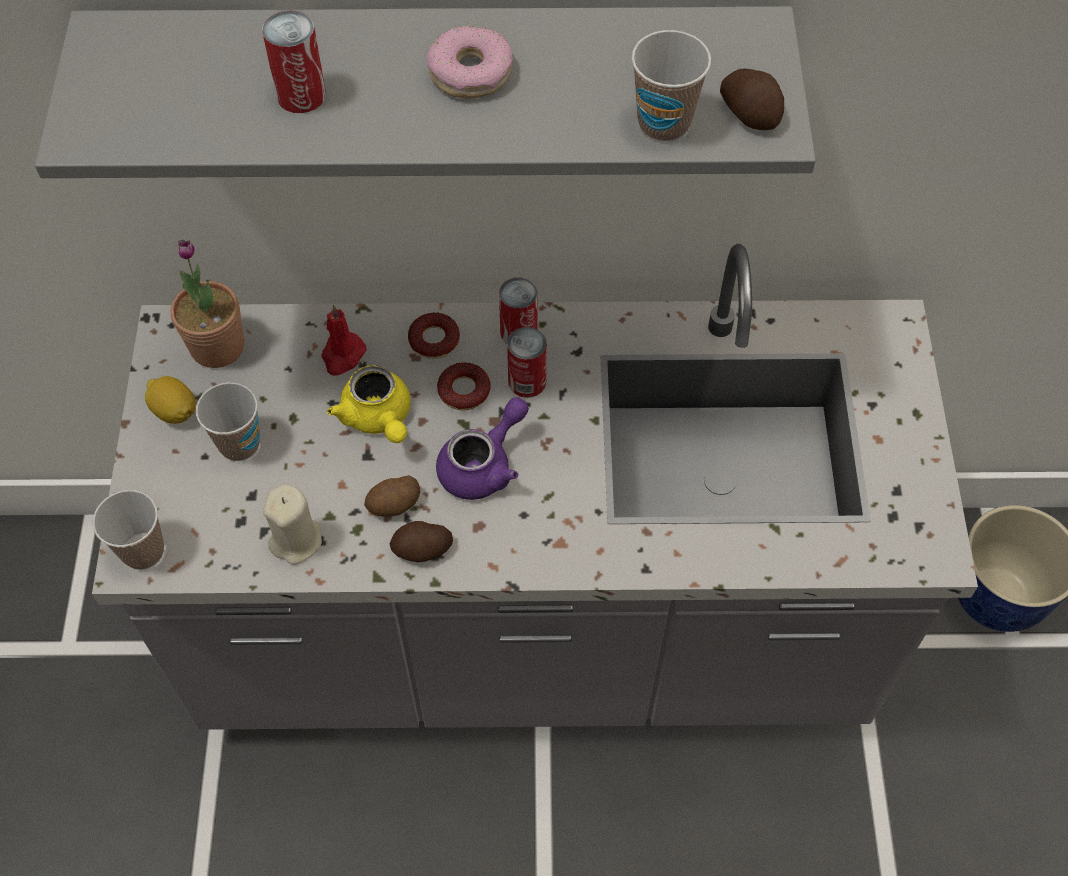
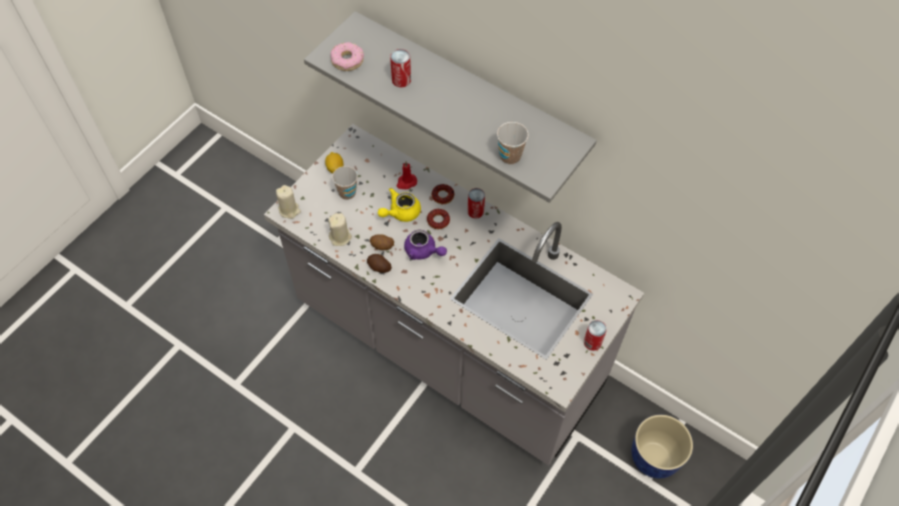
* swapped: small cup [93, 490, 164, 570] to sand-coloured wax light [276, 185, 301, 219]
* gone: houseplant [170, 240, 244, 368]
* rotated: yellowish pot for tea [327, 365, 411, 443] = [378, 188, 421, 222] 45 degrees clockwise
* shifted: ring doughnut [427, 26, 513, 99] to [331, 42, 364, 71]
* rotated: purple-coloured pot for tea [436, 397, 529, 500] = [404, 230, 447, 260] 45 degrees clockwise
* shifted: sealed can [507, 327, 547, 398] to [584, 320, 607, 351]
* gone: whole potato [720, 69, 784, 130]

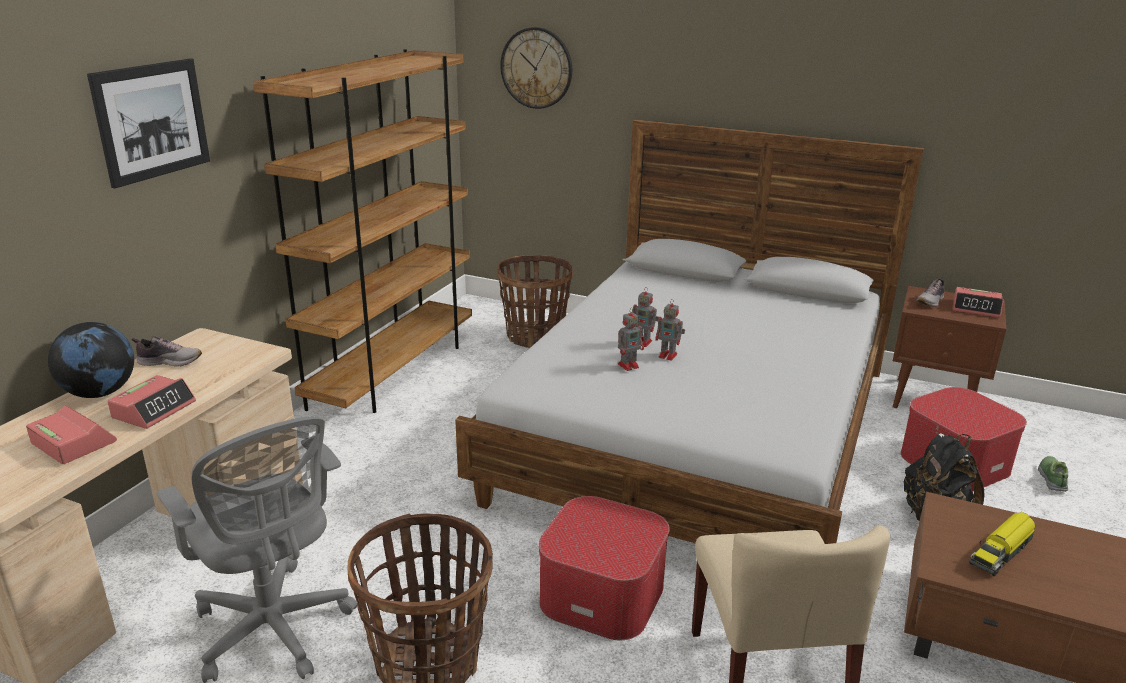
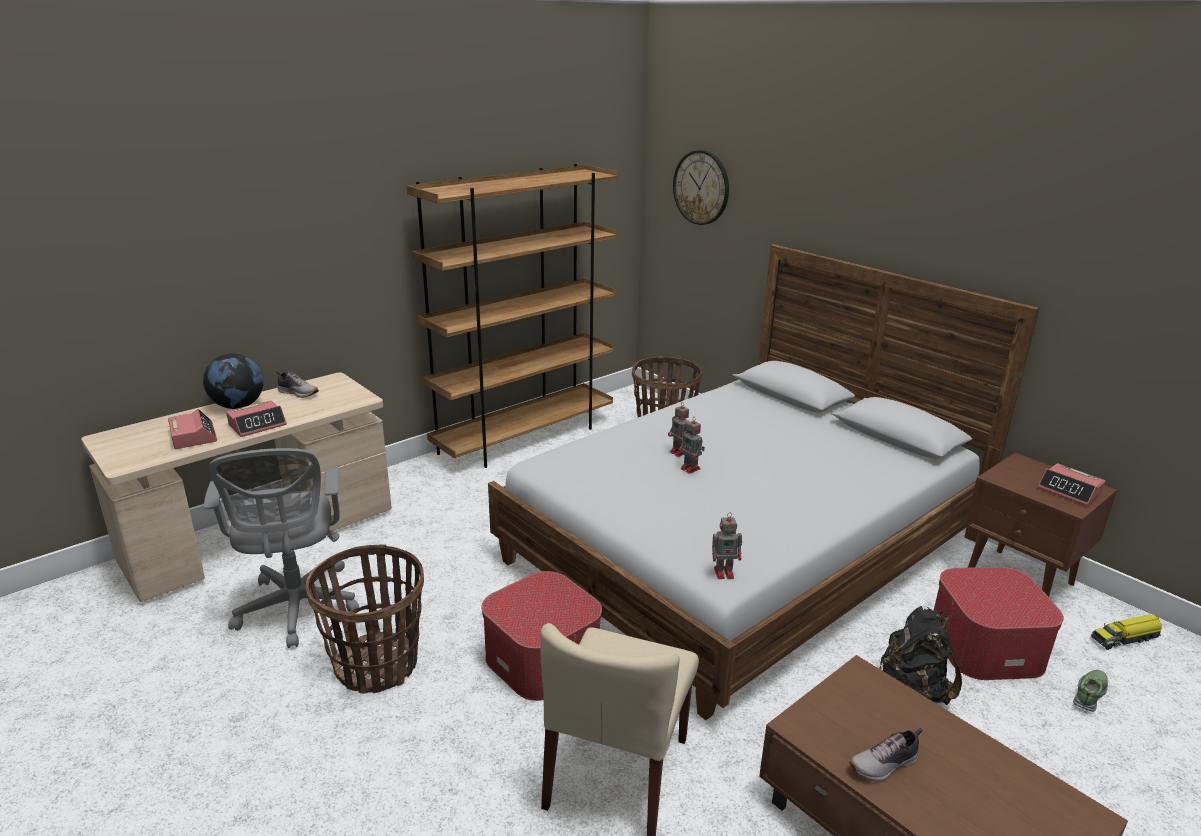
* gone: wall art [87, 59, 210, 188]
* shifted: toy robot [618, 308, 644, 371] to [712, 512, 742, 579]
* shifted: shoe [916, 277, 944, 307] to [849, 728, 923, 782]
* shifted: toy lorry [969, 512, 1035, 576] to [1091, 614, 1162, 650]

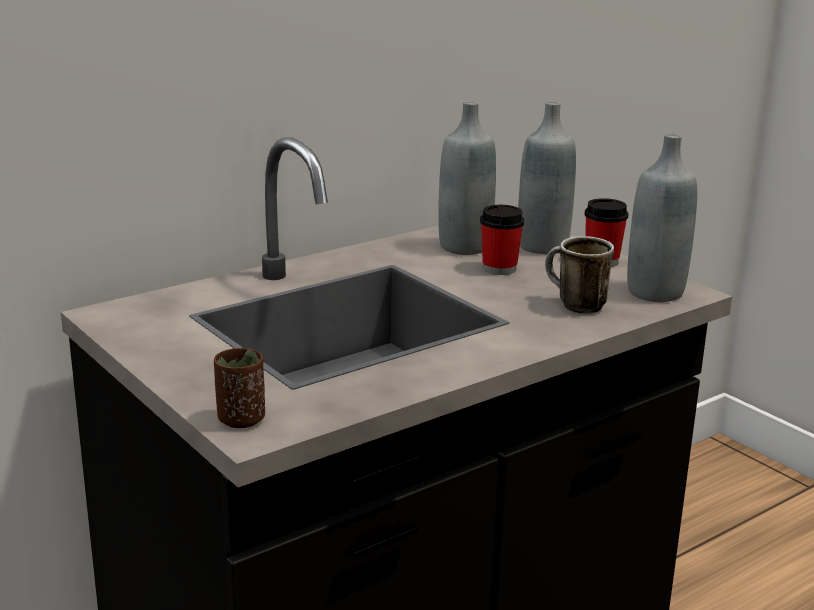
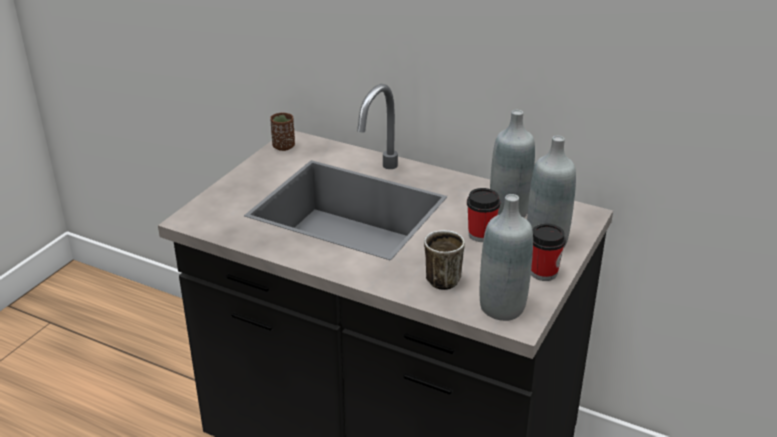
* shifted: brown-coloured small cup [214, 348, 265, 428] to [270, 113, 295, 151]

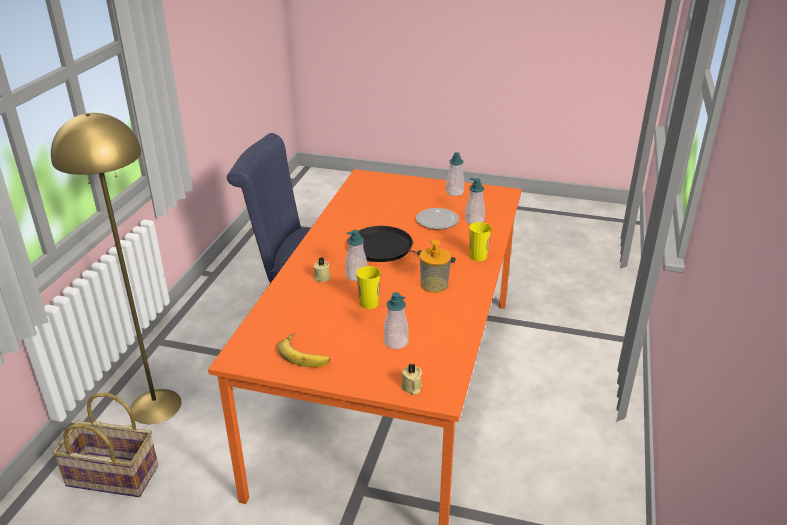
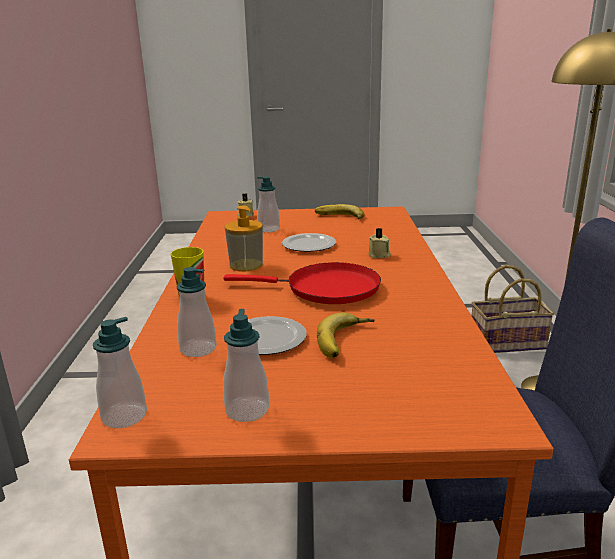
* shifted: soap dispenser [345, 230, 367, 281] to [93, 317, 147, 428]
* swapped: small cup [356, 266, 381, 309] to plate [282, 233, 336, 252]
* repainted: blackish skillet [359, 226, 456, 263] to red skillet [223, 262, 381, 304]
* new: banana [317, 312, 375, 358]

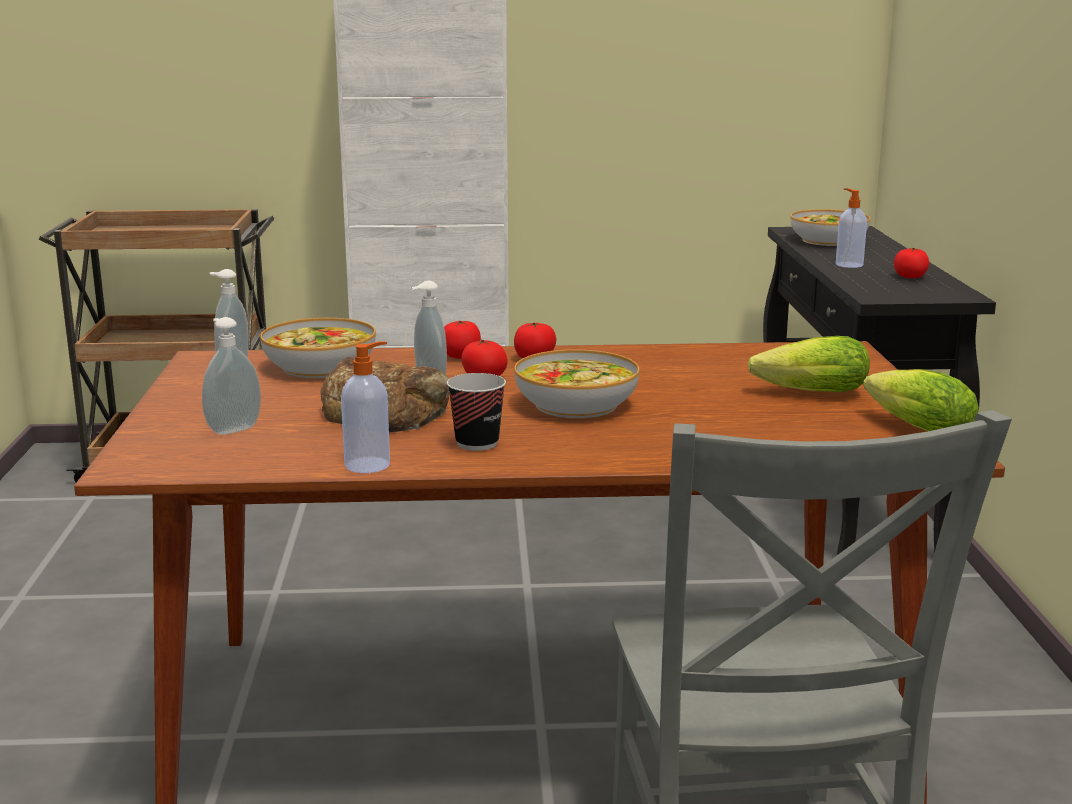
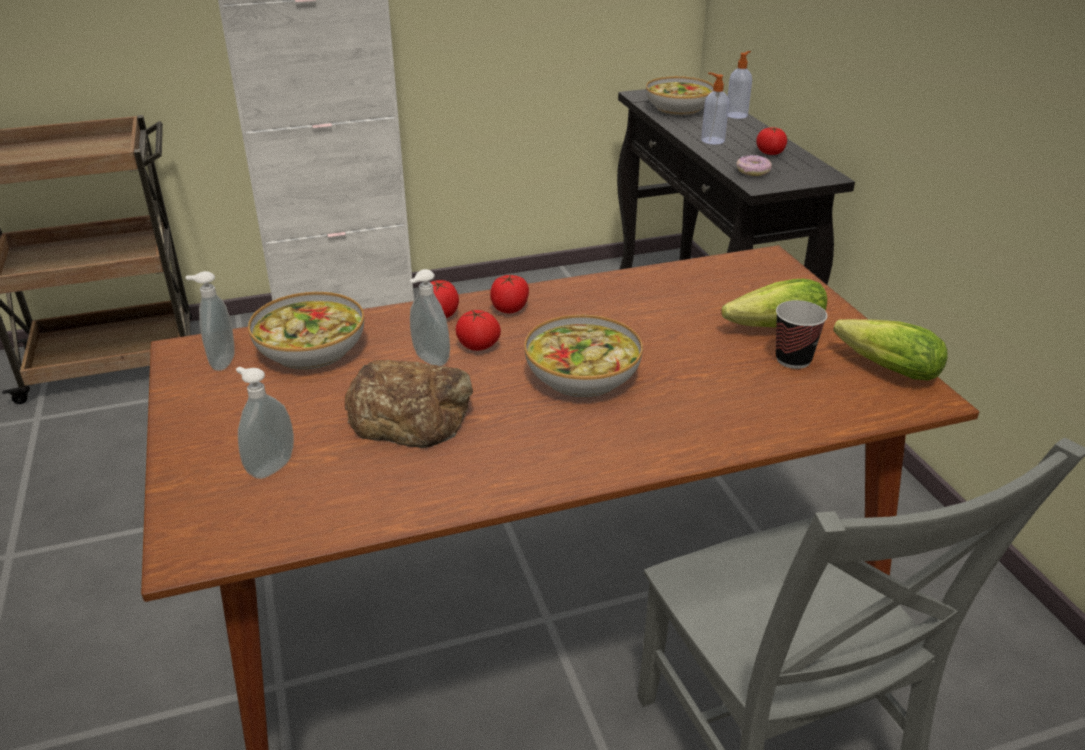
* shifted: soap dispenser [341, 342, 390, 473] to [728, 51, 752, 119]
* shifted: small cup [447, 373, 506, 451] to [775, 300, 827, 369]
* new: ring doughnut [736, 155, 772, 176]

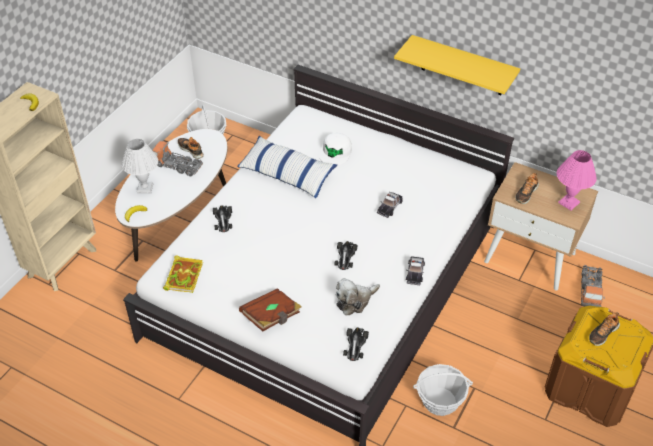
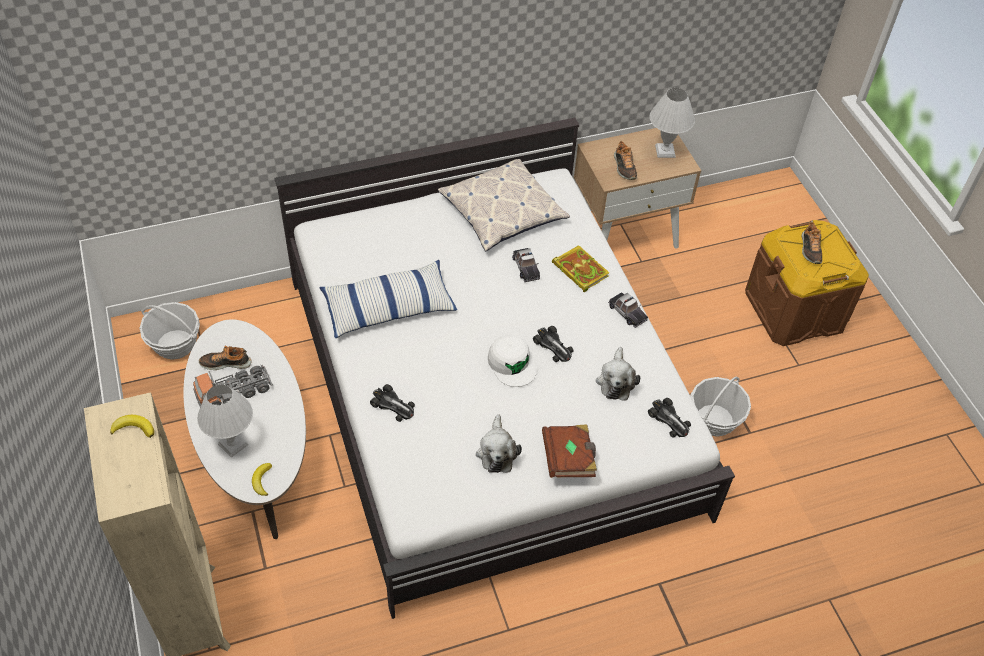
* shifted: volume [163, 256, 203, 293] to [552, 245, 609, 292]
* shifted: white-coloured baseball cap [319, 133, 352, 166] to [488, 335, 537, 387]
* gone: yellowish wall shelf [394, 35, 520, 95]
* repainted: pinkish table lamp [557, 150, 597, 210] to white-coloured table lamp [649, 88, 695, 158]
* gone: toy lorry [581, 265, 605, 307]
* new: cushion [438, 159, 570, 251]
* new: plush toy [476, 414, 522, 473]

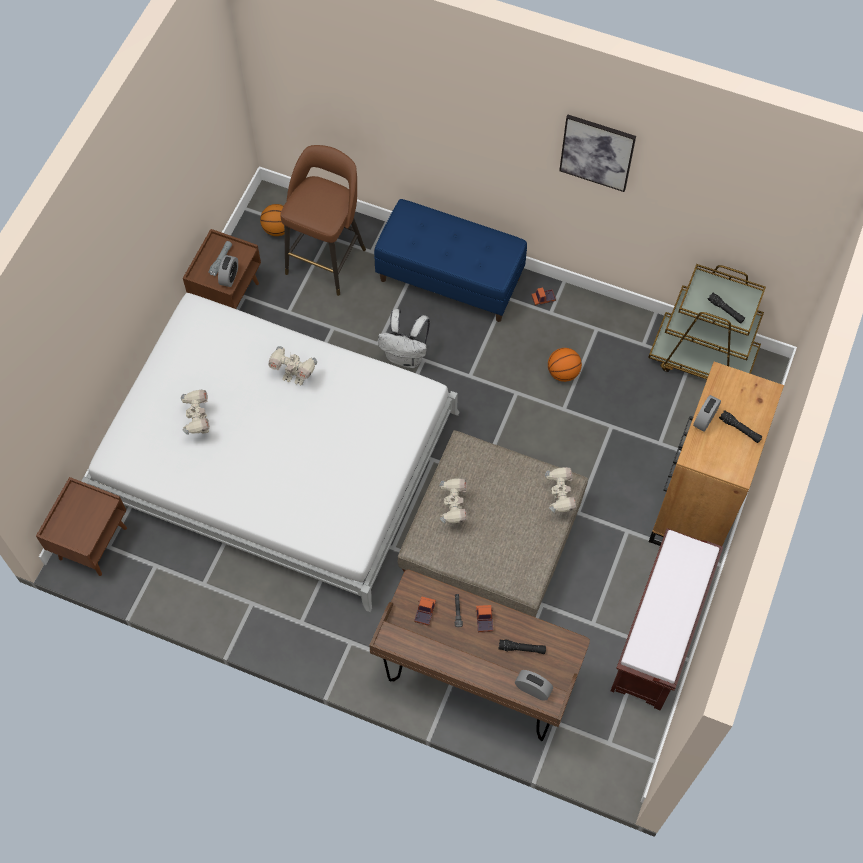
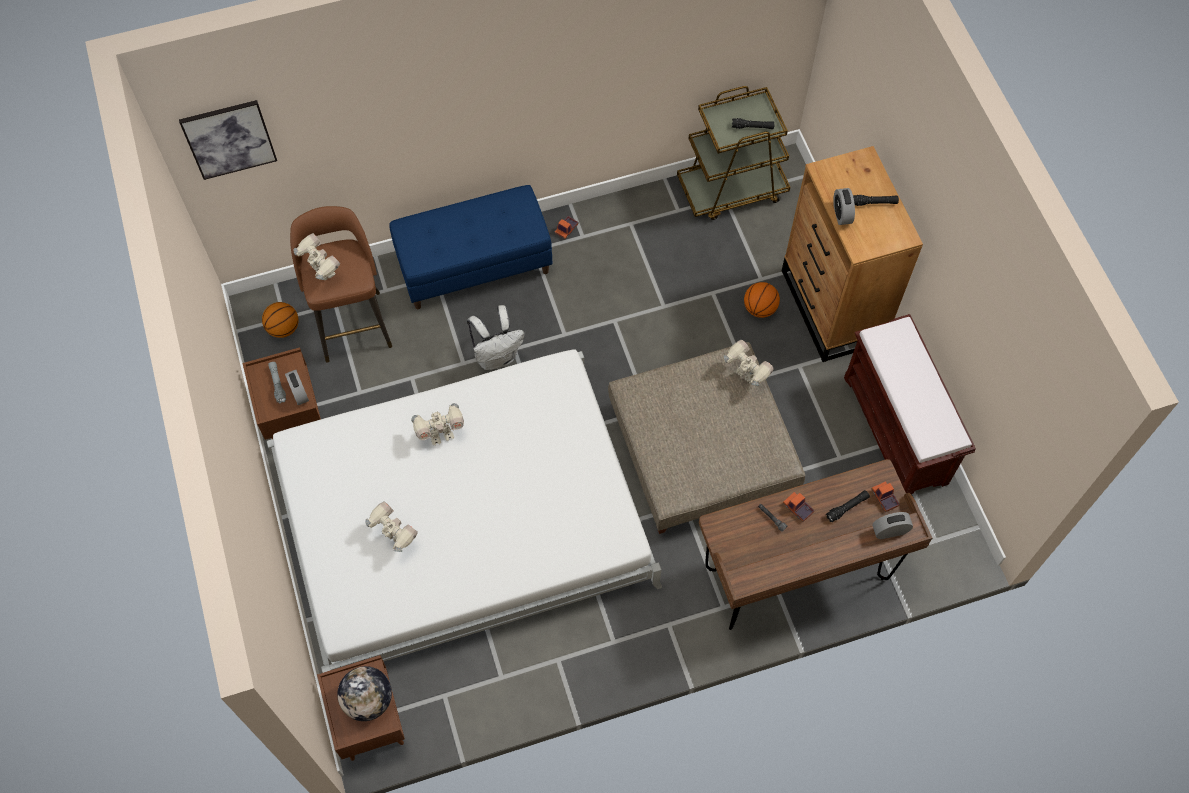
* shifted: toy lorry [414, 596, 436, 626] to [872, 481, 900, 512]
* shifted: toy robot [440, 478, 467, 524] to [293, 233, 340, 280]
* shifted: basketball [548, 348, 582, 382] to [744, 282, 780, 318]
* shifted: wall art [559, 115, 636, 192] to [179, 100, 277, 180]
* new: world globe [337, 666, 392, 721]

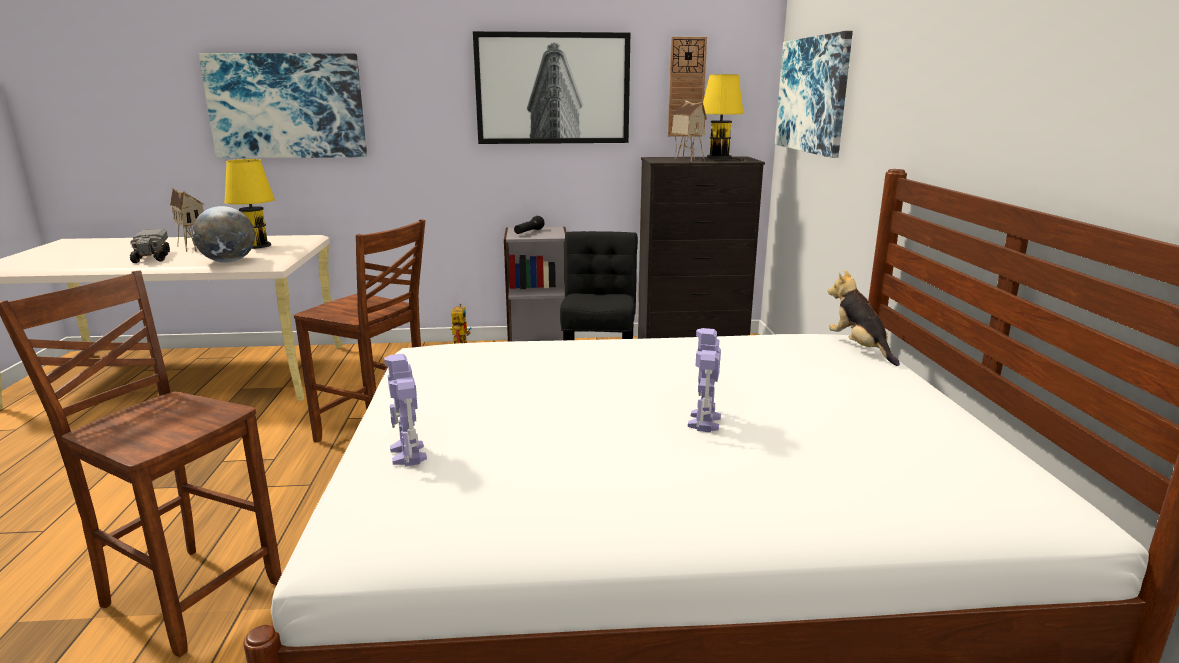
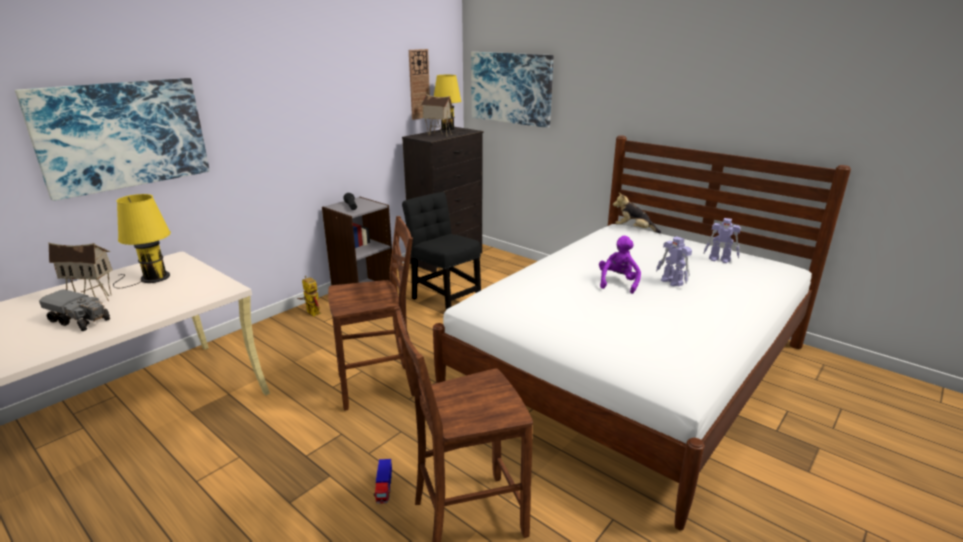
* gone: world globe [192, 206, 255, 263]
* shifted: toy robot [384, 354, 427, 466] to [704, 218, 741, 263]
* gone: wall art [473, 31, 630, 144]
* new: toy lorry [374, 459, 392, 504]
* new: purple-coloured plush toy [599, 236, 641, 294]

